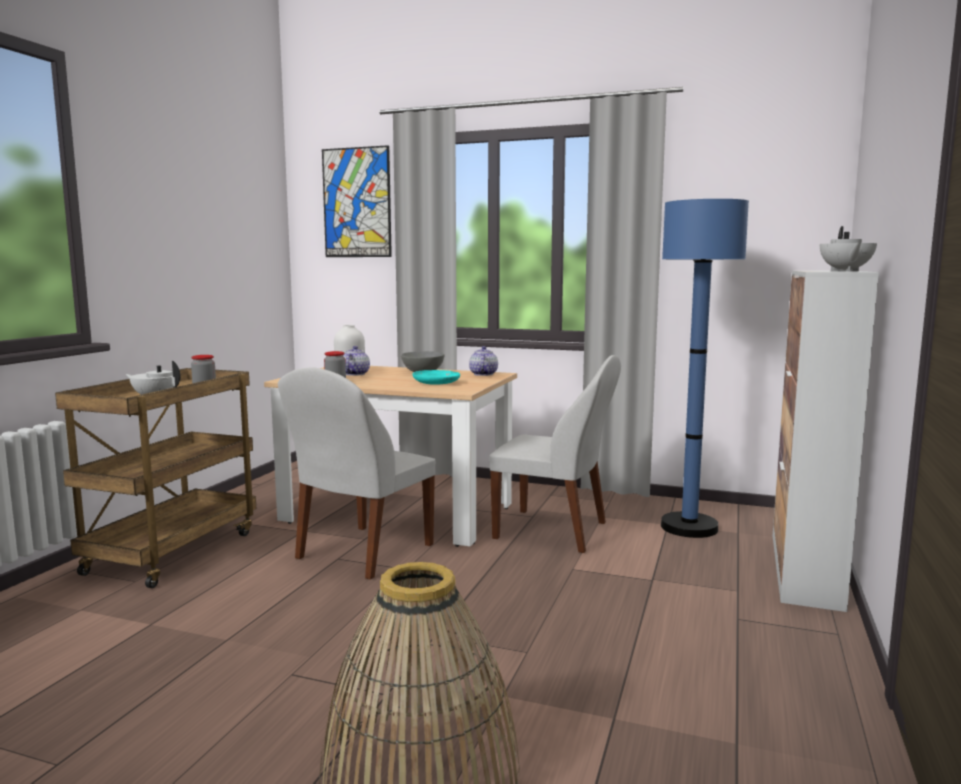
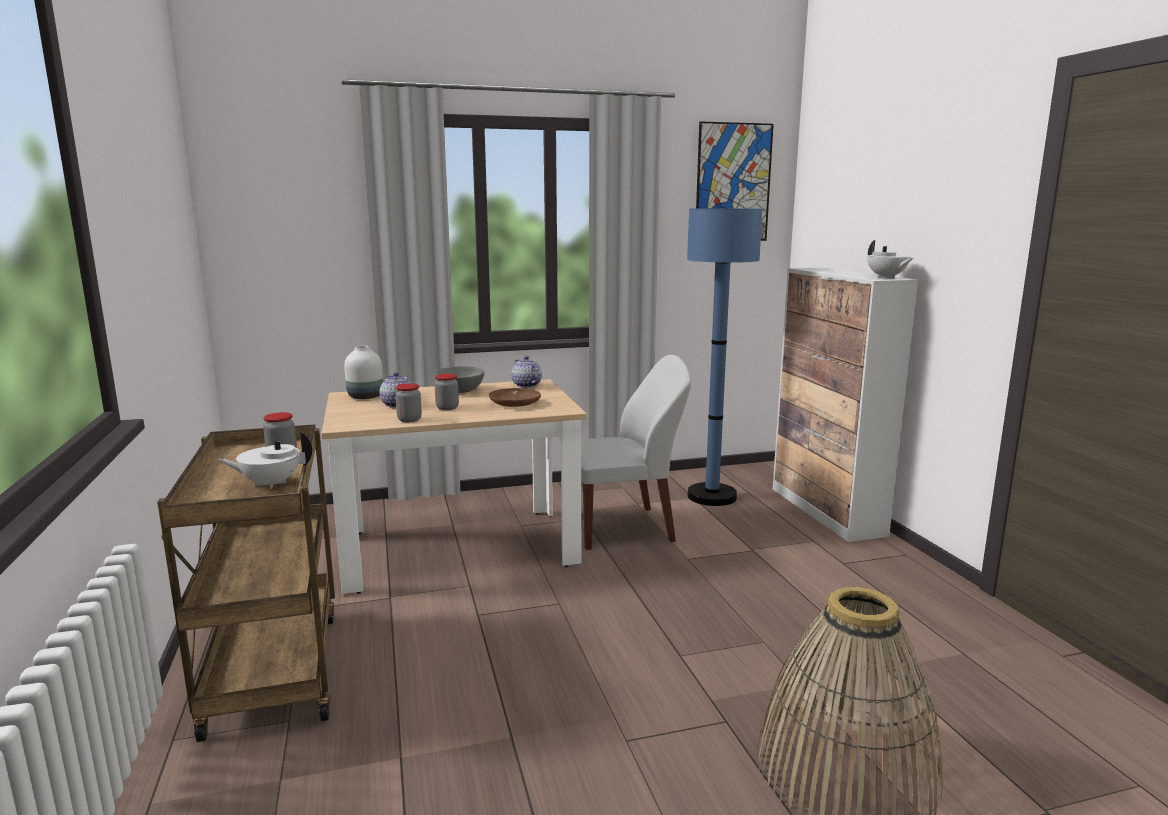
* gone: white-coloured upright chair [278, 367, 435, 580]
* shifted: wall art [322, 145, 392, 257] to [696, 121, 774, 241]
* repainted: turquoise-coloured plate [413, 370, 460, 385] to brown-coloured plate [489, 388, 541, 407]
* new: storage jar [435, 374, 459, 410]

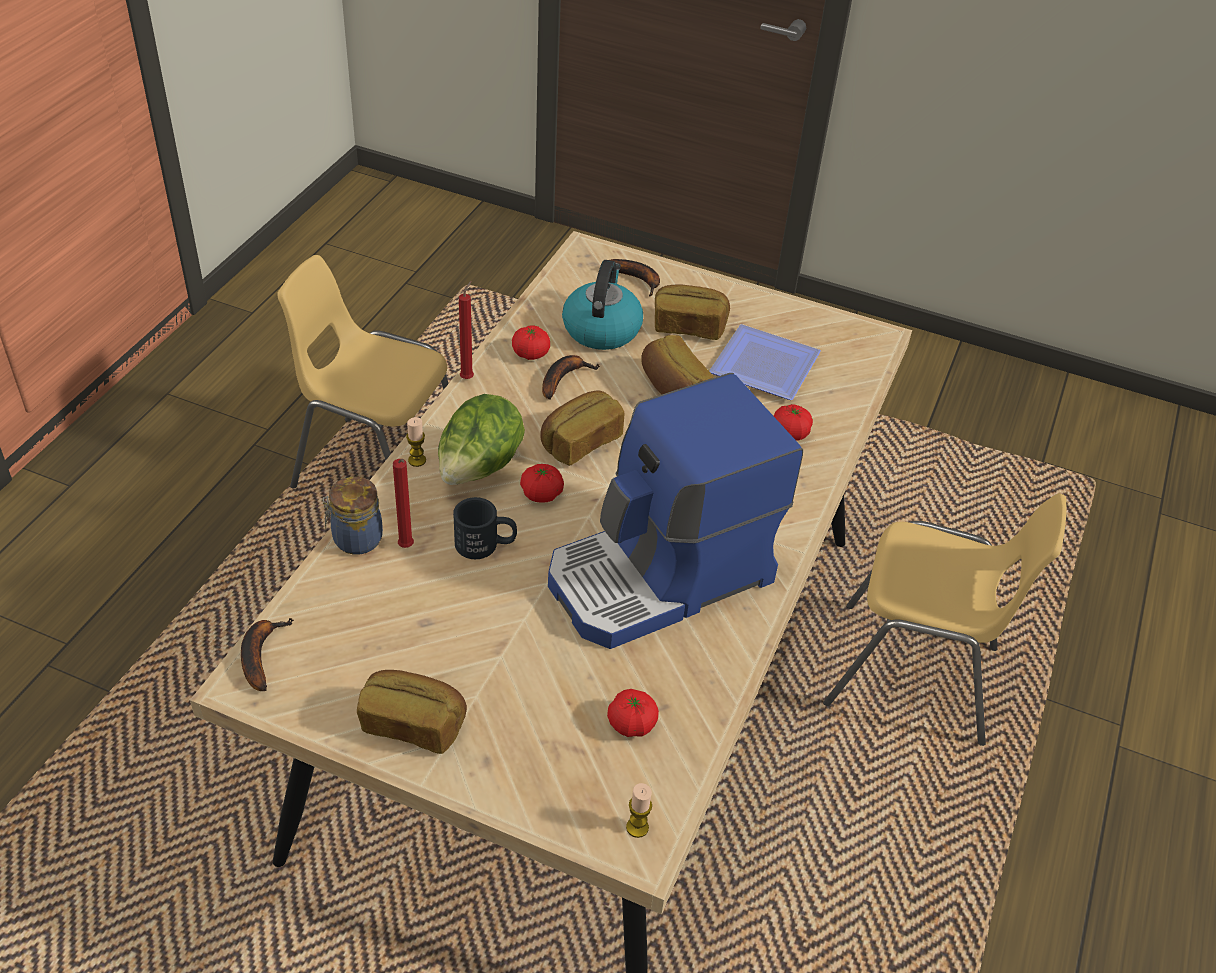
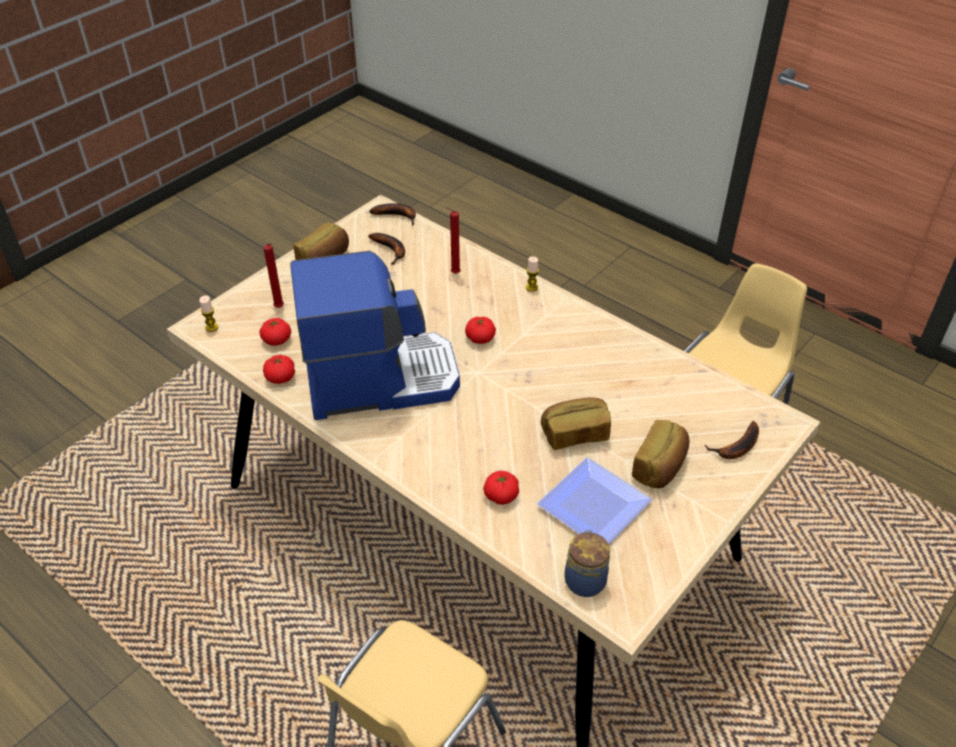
* shifted: storage jar [323, 477, 383, 555] to [564, 530, 610, 597]
* gone: lettuce head [438, 394, 525, 485]
* gone: blackish tea mug [453, 497, 517, 559]
* shifted: red wax light [459, 281, 474, 379] to [263, 243, 284, 308]
* shifted: fresh tomato [512, 325, 550, 360] to [263, 355, 295, 384]
* gone: baked bread [540, 390, 624, 466]
* shifted: banana [542, 355, 600, 400] to [368, 233, 405, 265]
* rotated: coffee brewer [548, 373, 803, 649] = [290, 251, 460, 420] 90 degrees clockwise
* gone: tea kettle [562, 260, 643, 350]

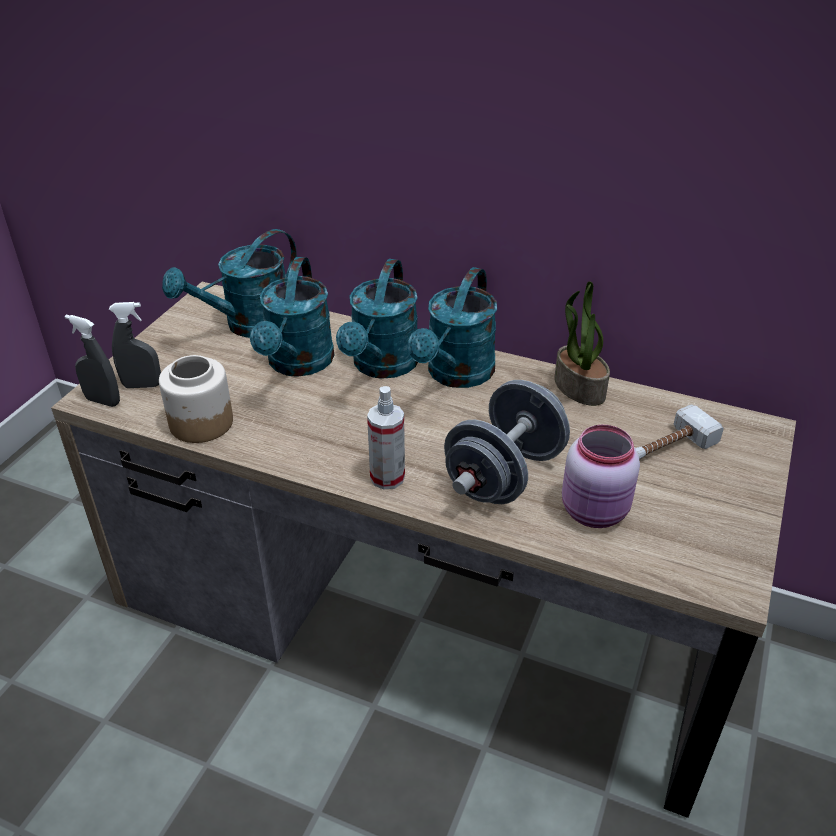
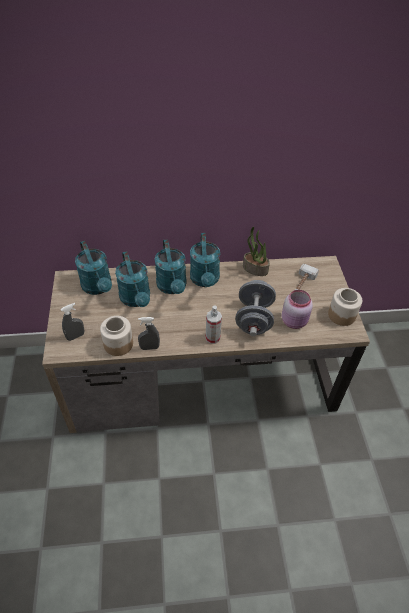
* shifted: greyish sprayer [65, 315, 120, 407] to [138, 317, 160, 350]
* rotated: turquoise-coloured watering pot [162, 229, 297, 338] = [75, 241, 112, 295] 45 degrees counterclockwise
* new: storage jar [328, 288, 362, 326]

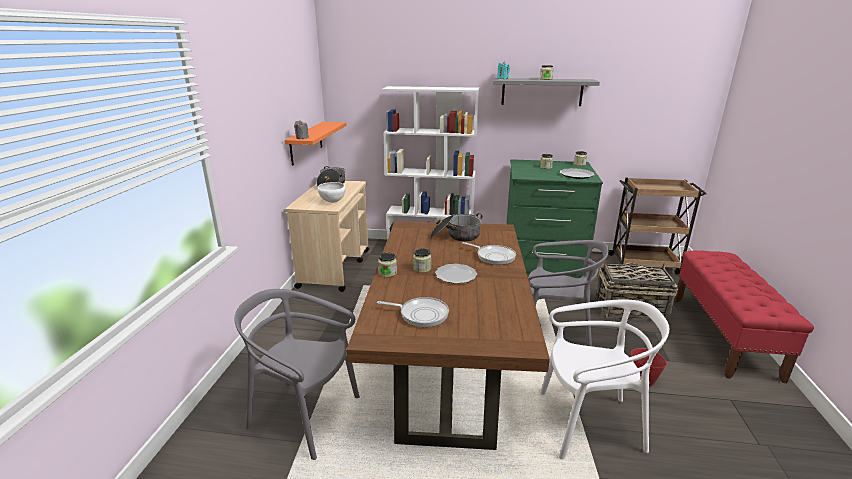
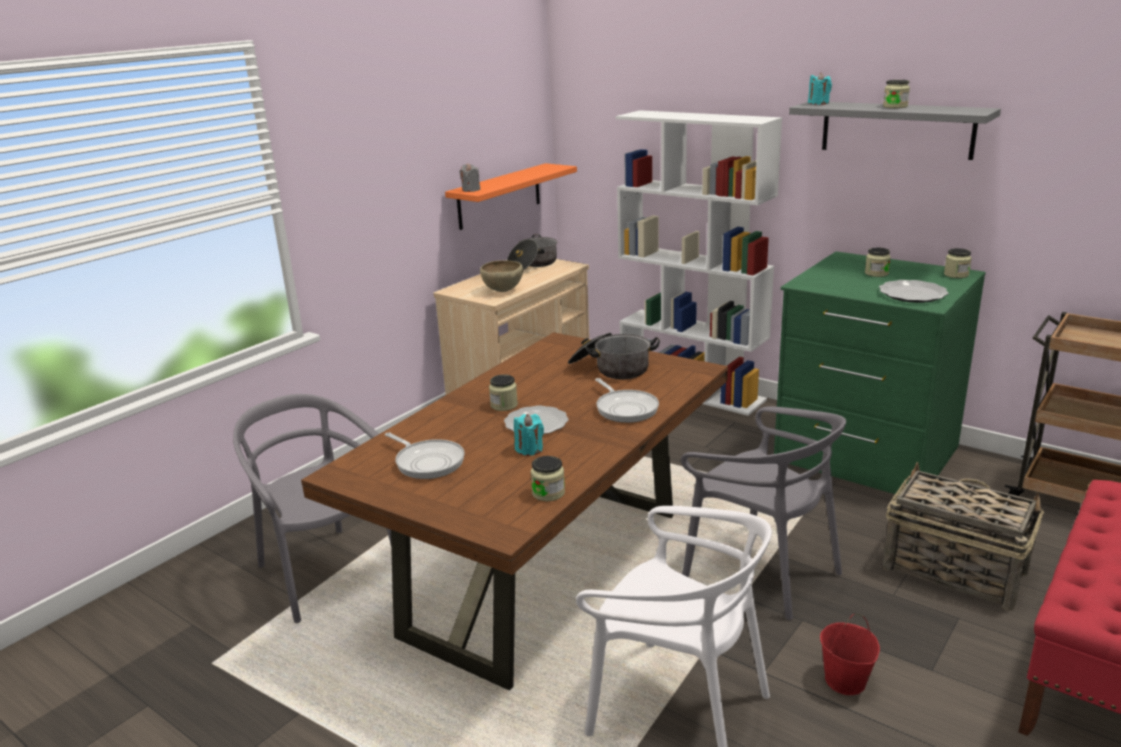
* repainted: white-coloured bowl [317, 182, 346, 203] to brown-coloured bowl [480, 260, 523, 292]
* shifted: storage jar [378, 253, 397, 277] to [531, 456, 565, 501]
* new: turquoise-coloured wax light [514, 414, 544, 456]

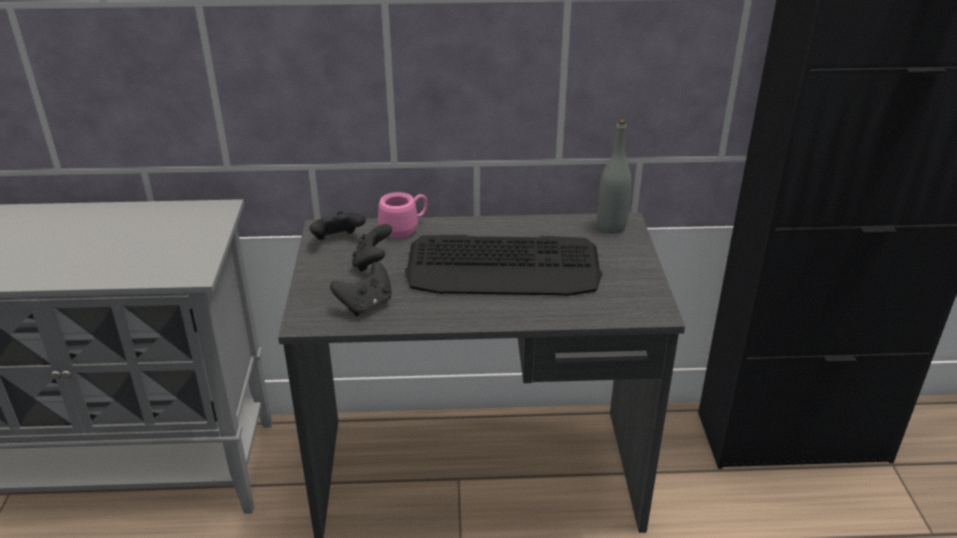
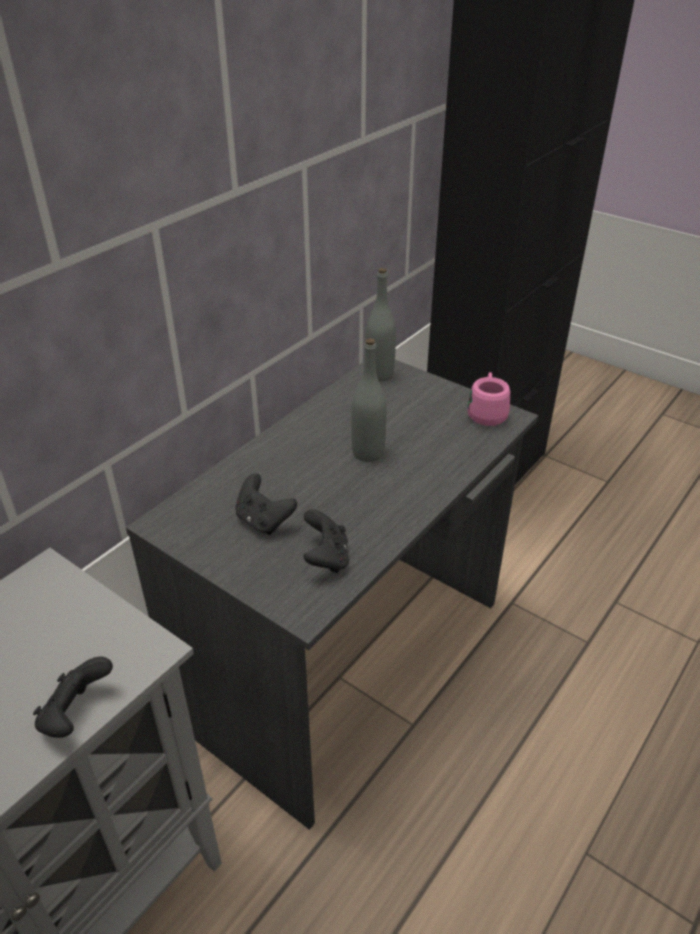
* shifted: blackish gamepad [310, 211, 366, 240] to [33, 656, 113, 738]
* shifted: pinkish tea mug [378, 192, 428, 238] to [467, 372, 510, 426]
* swapped: computer keyboard [405, 235, 602, 296] to greyish drink bottle [351, 338, 387, 462]

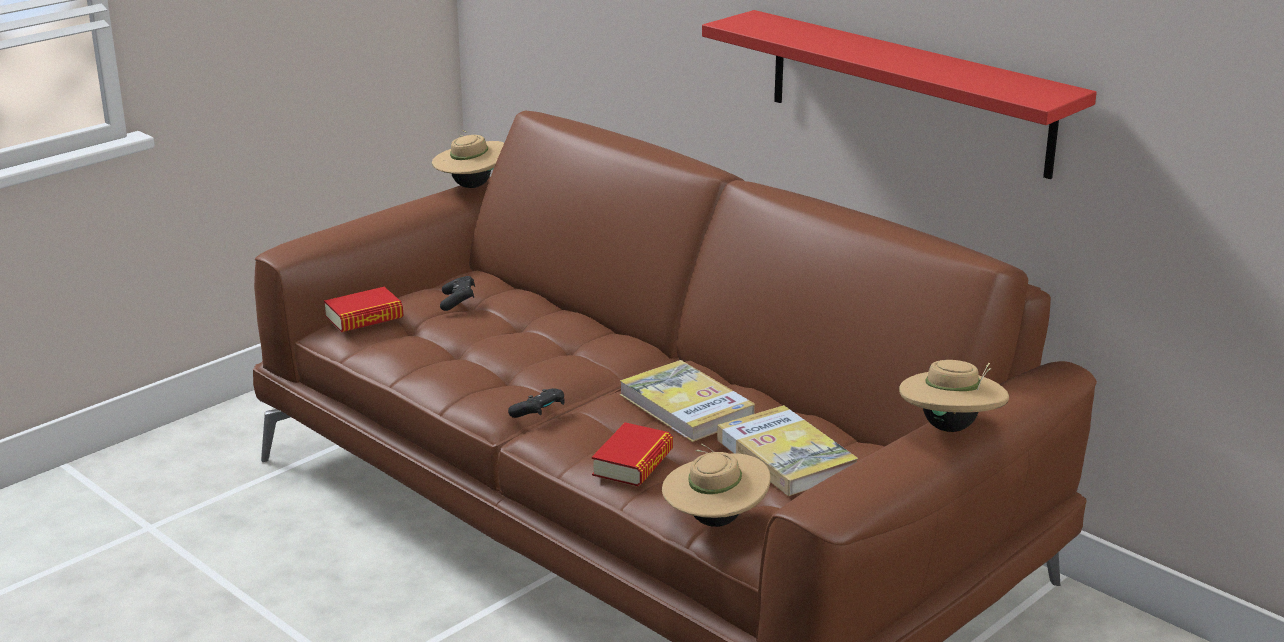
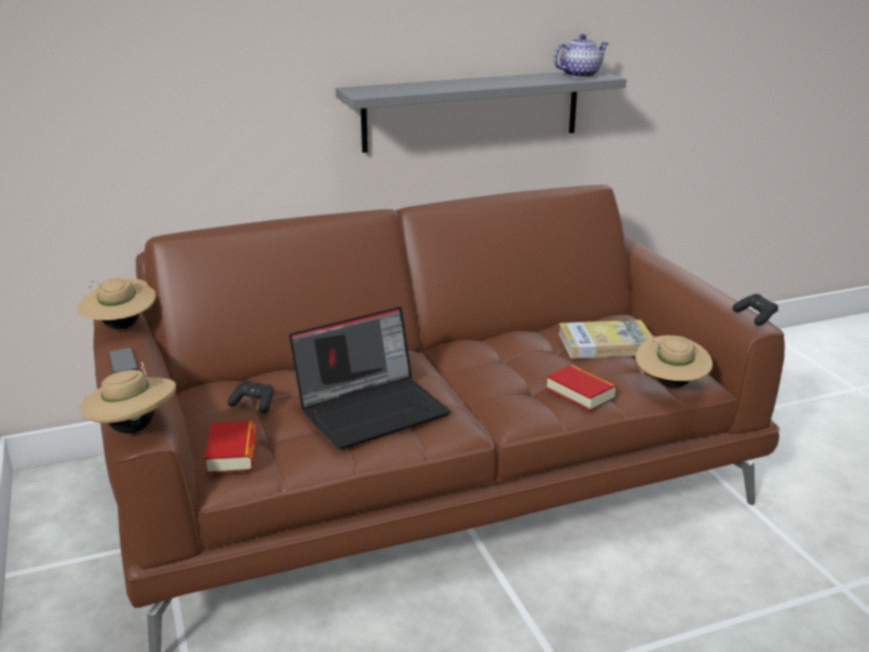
* shifted: blackish gamepad [508, 388, 565, 418] to [733, 294, 778, 326]
* gone: volume [620, 360, 755, 442]
* repainted: red wall shelf [702, 10, 1097, 179] to greyish wall shelf [336, 70, 626, 153]
* shifted: sand-coloured clothing hat [899, 360, 1009, 432] to [80, 362, 176, 433]
* new: handset [109, 347, 138, 373]
* new: notebook computer [289, 307, 451, 450]
* new: pot for tea [553, 34, 609, 78]

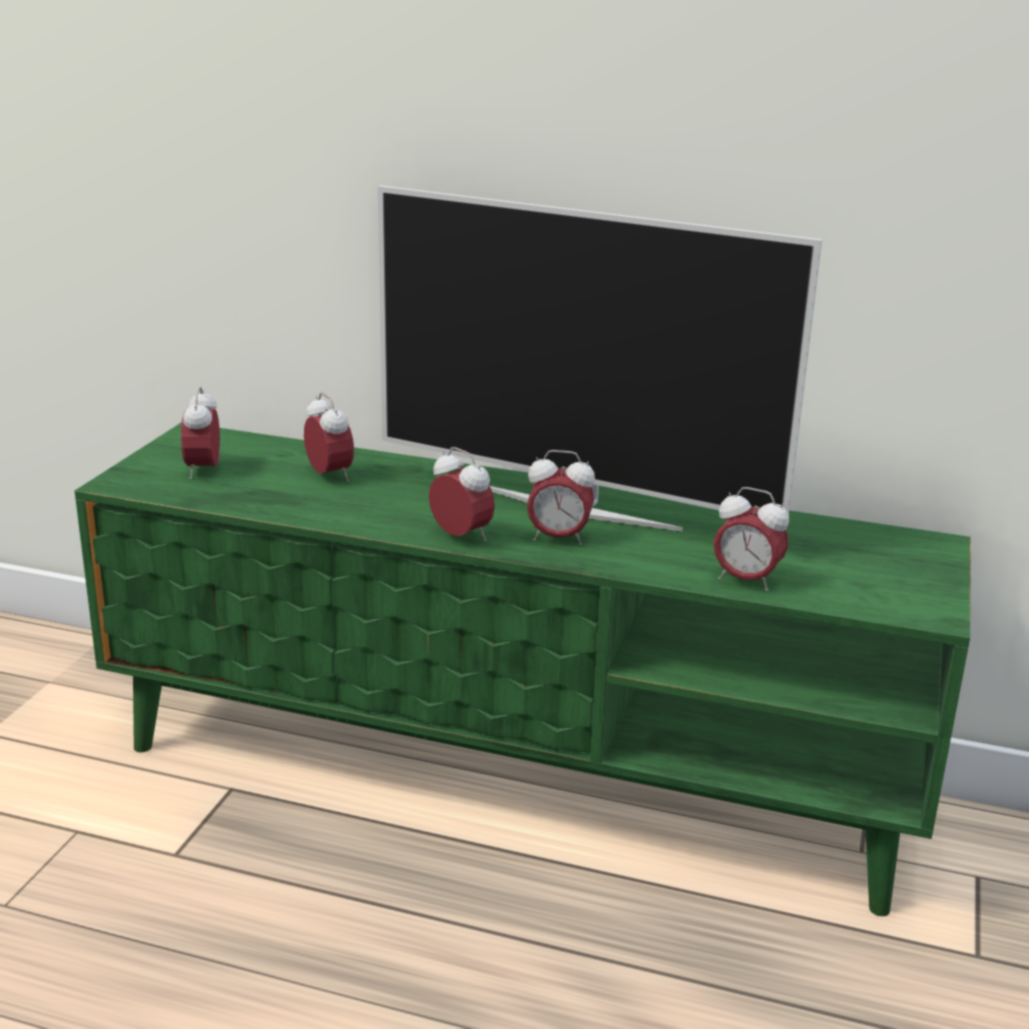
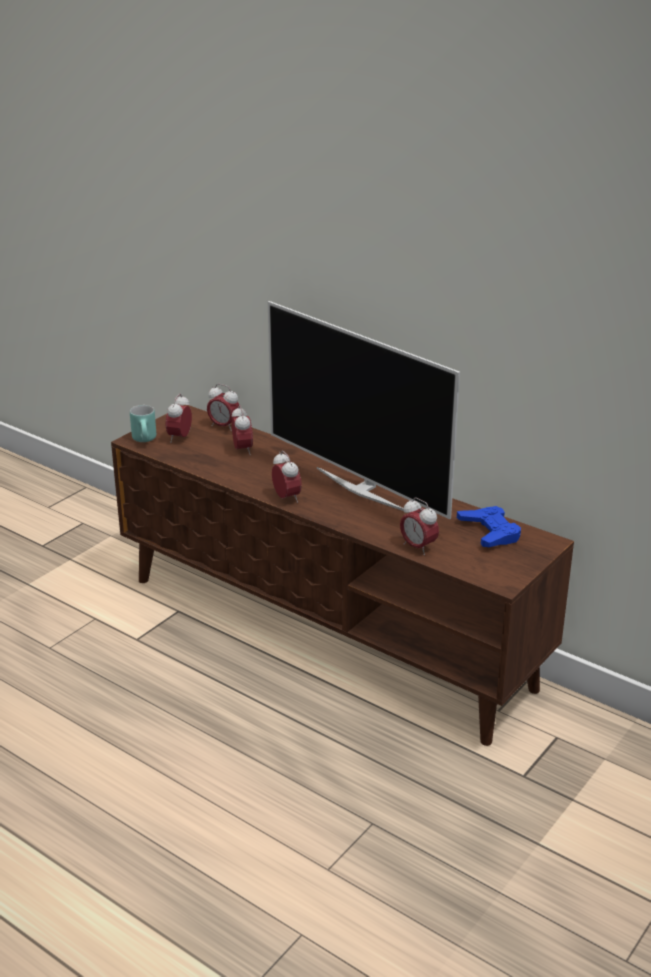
* repainted: green tv unit [75, 422, 971, 916] to brown-coloured tv unit [111, 405, 574, 746]
* shifted: bedside clock [527, 450, 595, 545] to [207, 384, 240, 431]
* new: turquoise-coloured tea mug [130, 405, 156, 442]
* new: bluish gamepad [457, 506, 521, 547]

